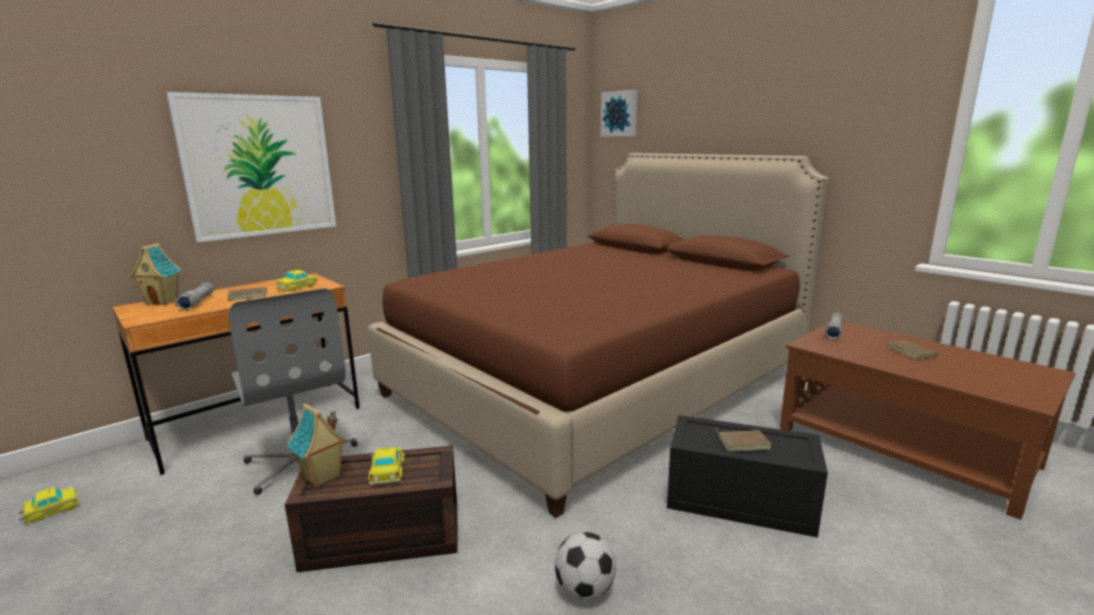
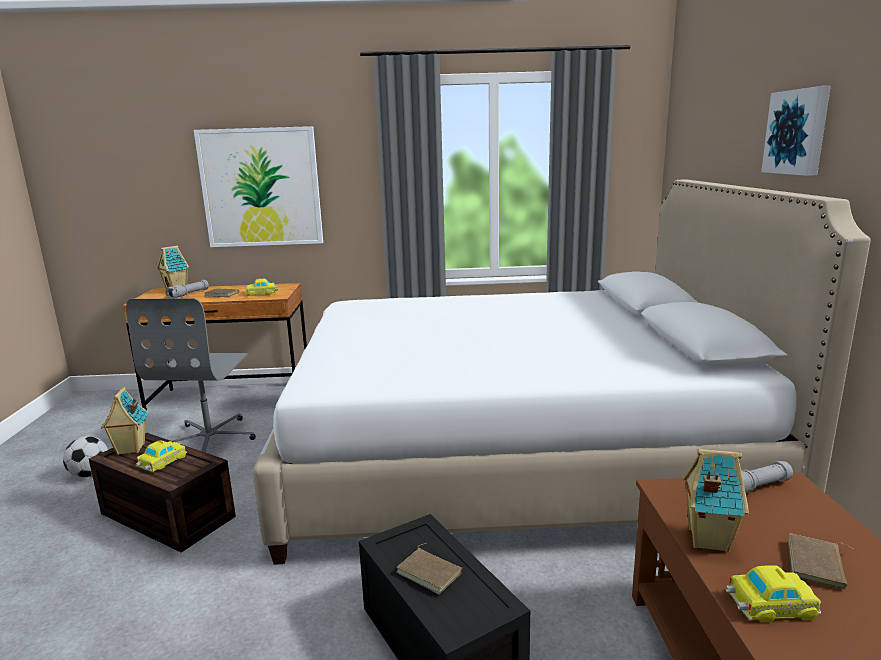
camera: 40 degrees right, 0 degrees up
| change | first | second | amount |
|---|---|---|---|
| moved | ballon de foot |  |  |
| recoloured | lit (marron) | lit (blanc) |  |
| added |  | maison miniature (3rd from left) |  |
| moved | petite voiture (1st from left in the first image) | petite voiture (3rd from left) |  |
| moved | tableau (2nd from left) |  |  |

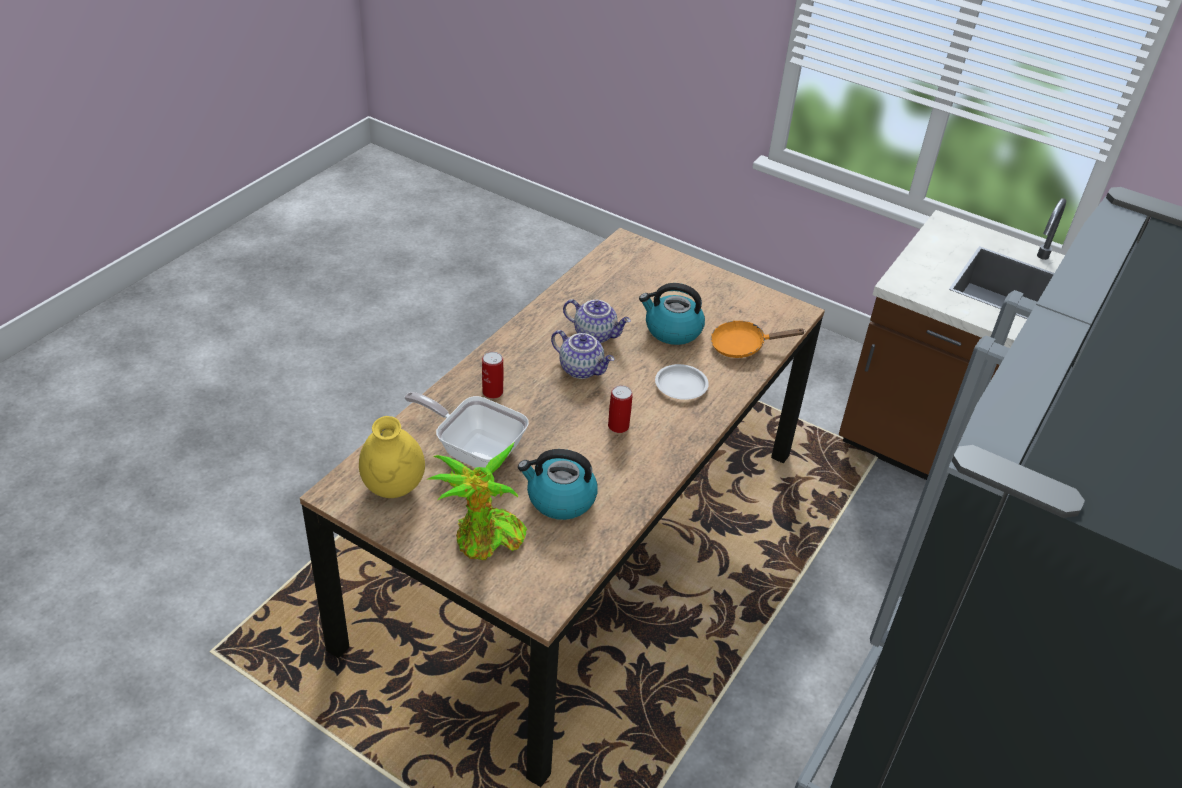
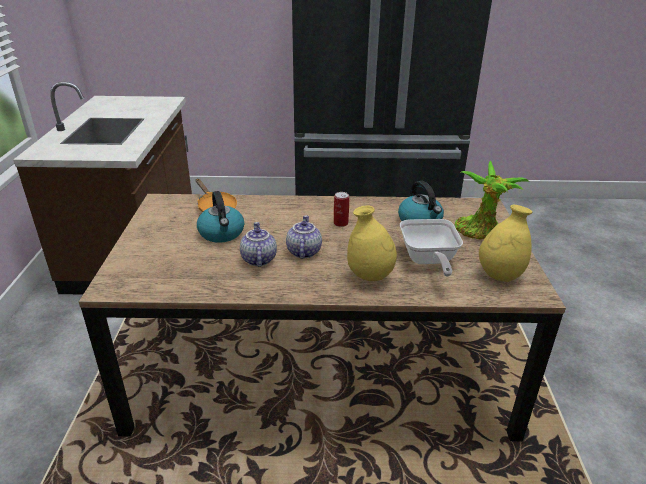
camera: 120 degrees left, 10 degrees down
| change | first | second | amount |
|---|---|---|---|
| replaced | boîte métallique (1st from left) | vase (jaune) (1st from left) |  |
| removed | assiette (blanc) |  |  |

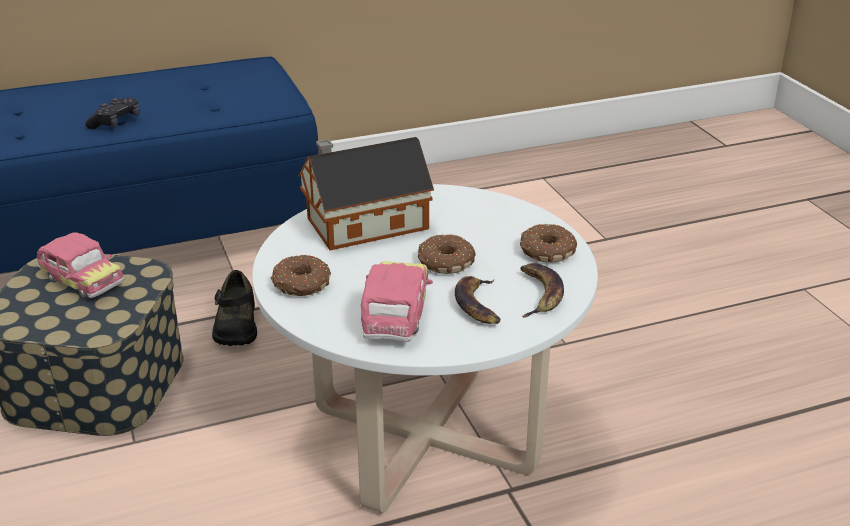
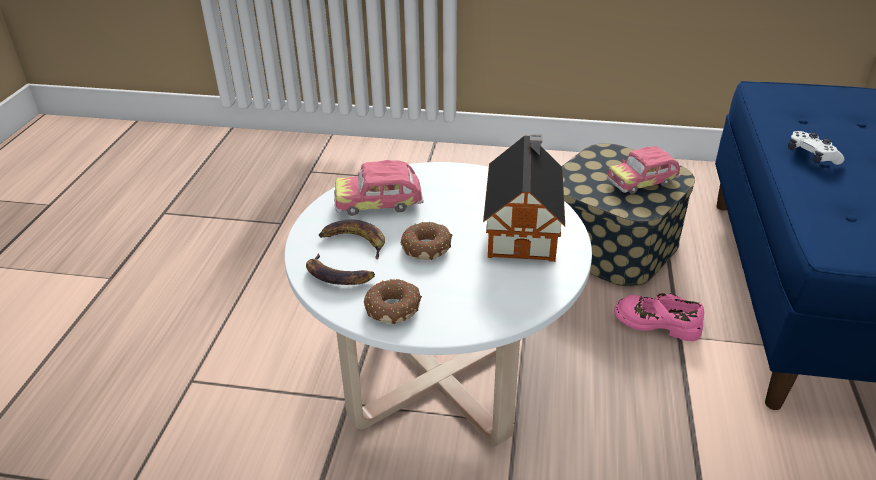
camera: 120 degrees right, 5 degrees up
| change | first | second | amount |
|---|---|---|---|
| turned | petite voiture (2nd from left in the first image) | petite voiture (1st from left) | 135 degrees clockwise |
| recoloured | chaussure (noir) | chaussure (rose) |  |
| recoloured | manette (noir) | manette (blanc) |  |
| removed | beignet (1st from left) |  |  |

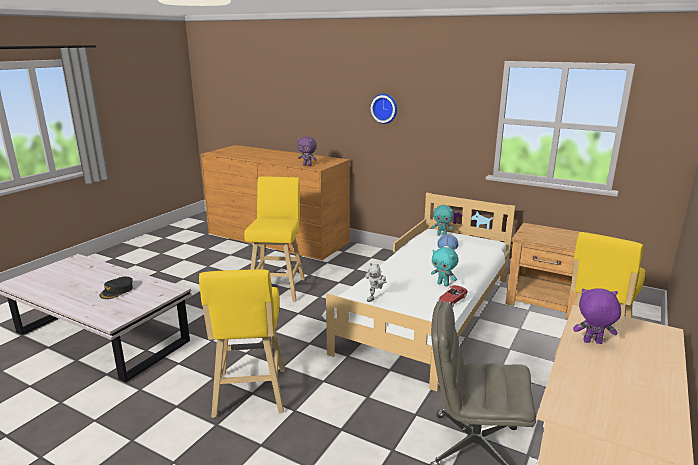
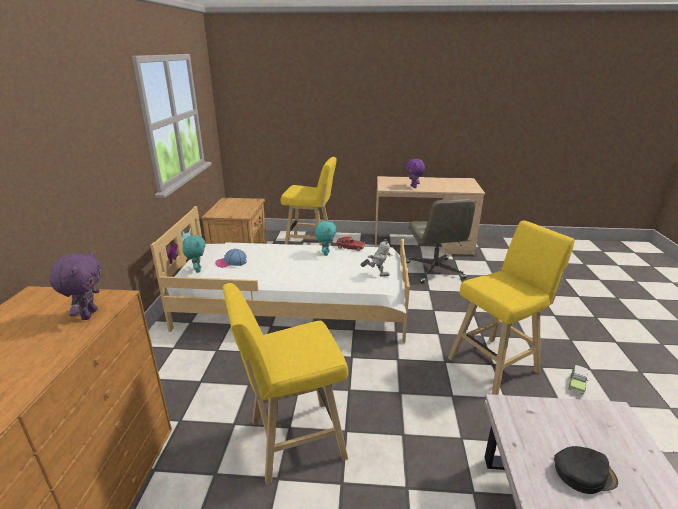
camera: 115 degrees left, 5 degrees up
| change | first | second | amount |
|---|---|---|---|
| added |  | petite voiture (2nd from left) |  |
| removed | horloge murale |  |  |

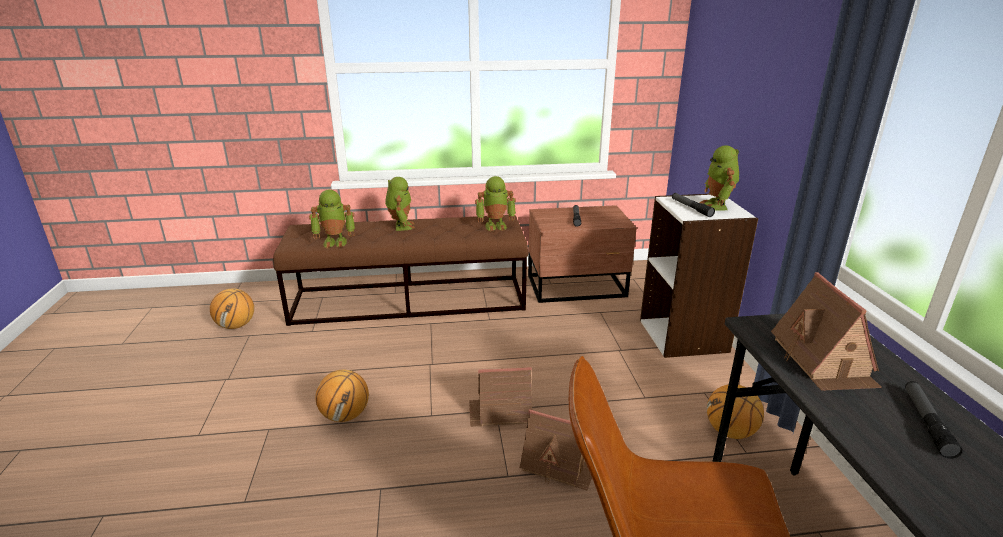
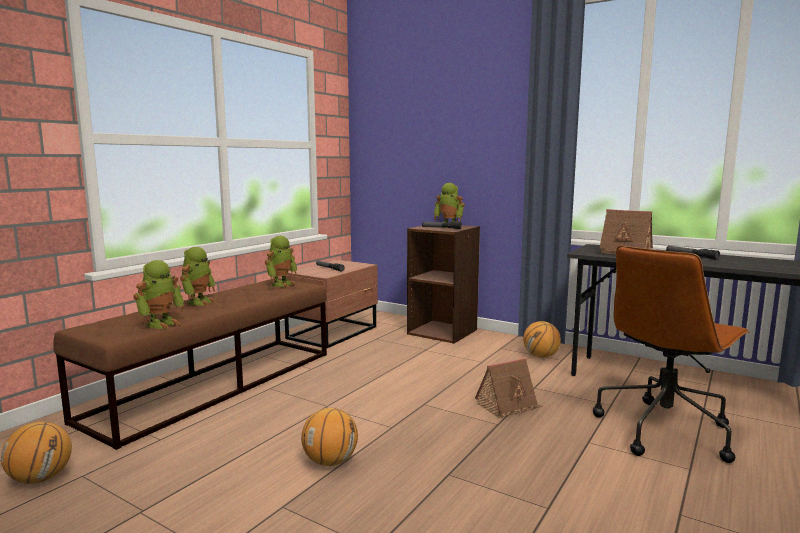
camera: 50 degrees left, 15 degrees down
| change | first | second | amount |
|---|---|---|---|
| turned | robot jouet (2nd from left) |  | 75 degrees clockwise |
| recoloured | bibliothèque (blanc) | bibliothèque (marron) |  |
| removed | maison miniature (1st from left) |  |  |

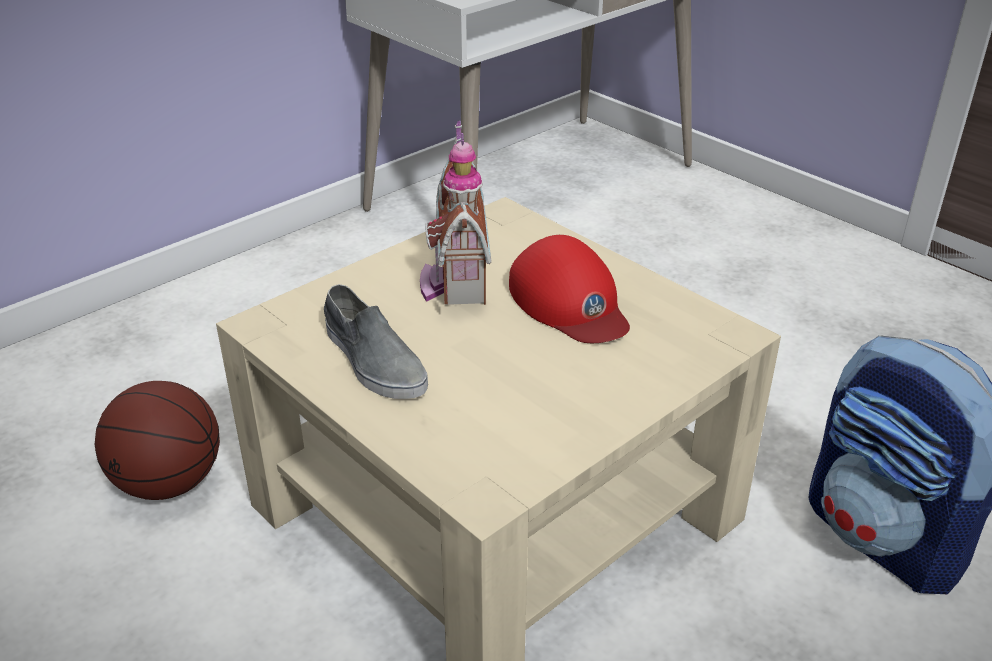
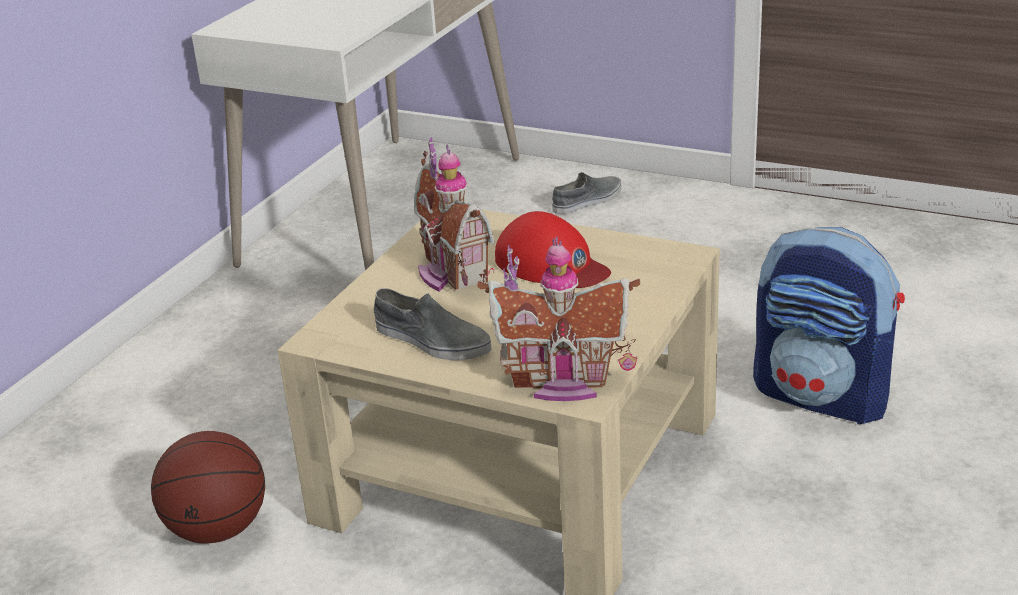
camera: 20 degrees left, 5 degrees down
| change | first | second | amount |
|---|---|---|---|
| added |  | maison miniature (2nd from left) |  |
| added |  | chaussure (gris) (2nd from left) |  |

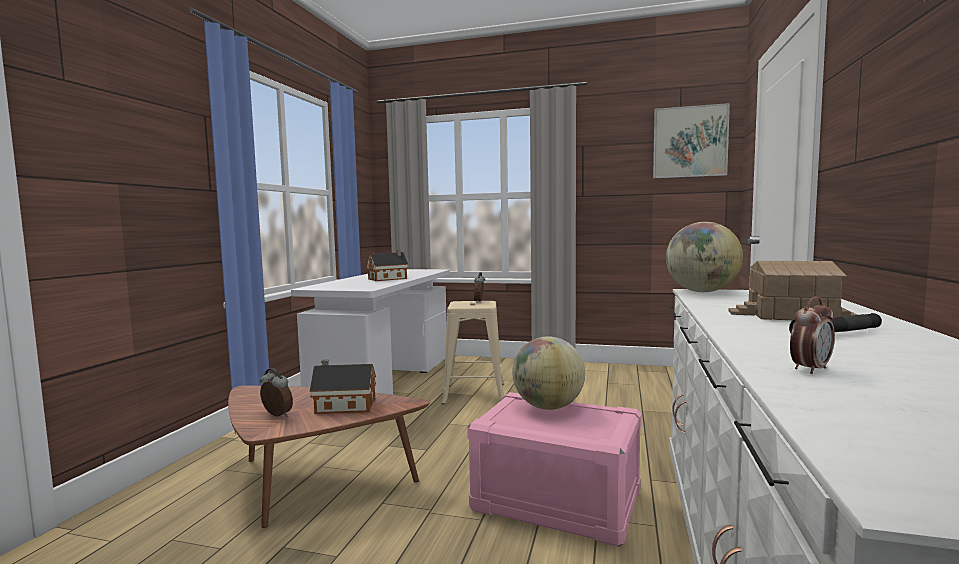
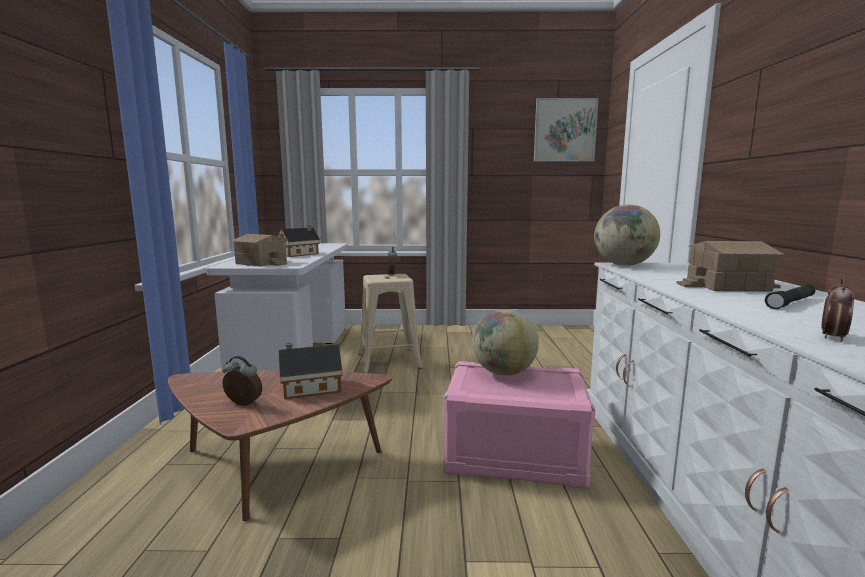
camera: 15 degrees left, 5 degrees up
| change | first | second | amount |
|---|---|---|---|
| added |  | maison miniature (1st from left) |  |

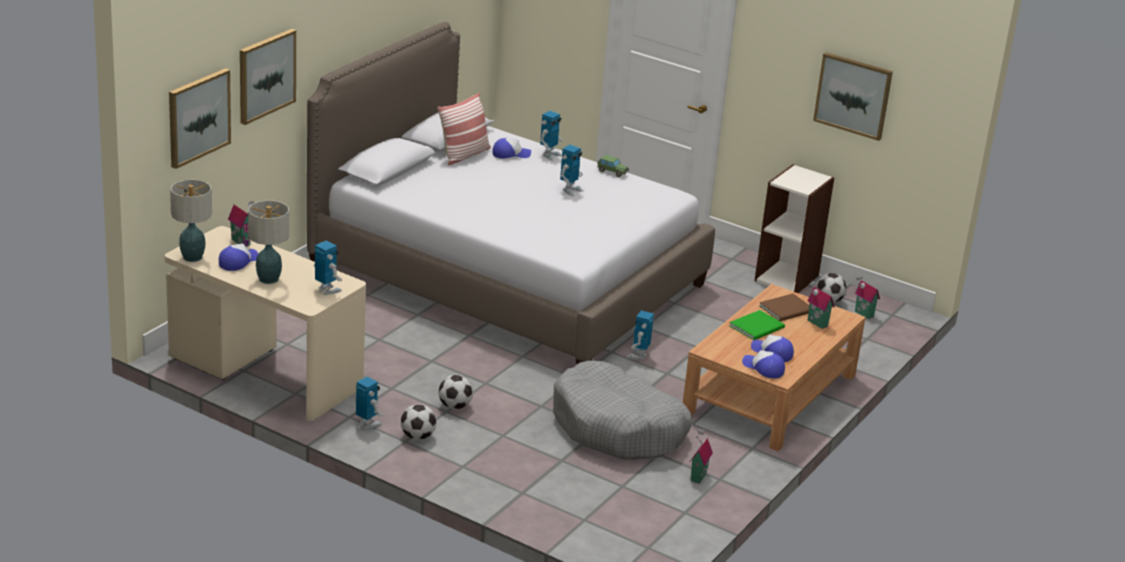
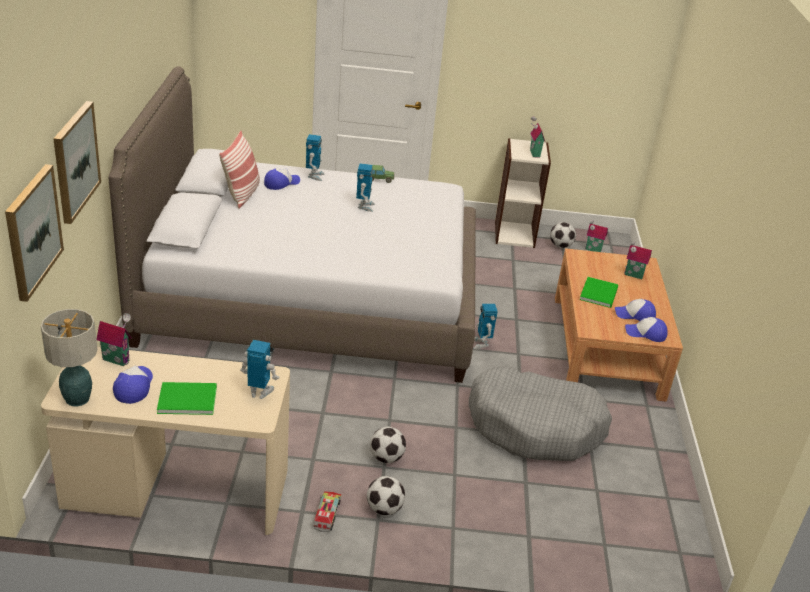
camera: 30 degrees left, 5 degrees up
| change | first | second | amount |
|---|---|---|---|
| replaced | lampe de table (2nd from left) | livre (vert) (1st from left) |  |
| replaced | robot jouet (2nd from left) | camion jouet |  |
| moved | maison miniature (2nd from left) |  |  |
| removed | livre (marron) |  |  |
| removed | tableau (3rd from left) |  |  |

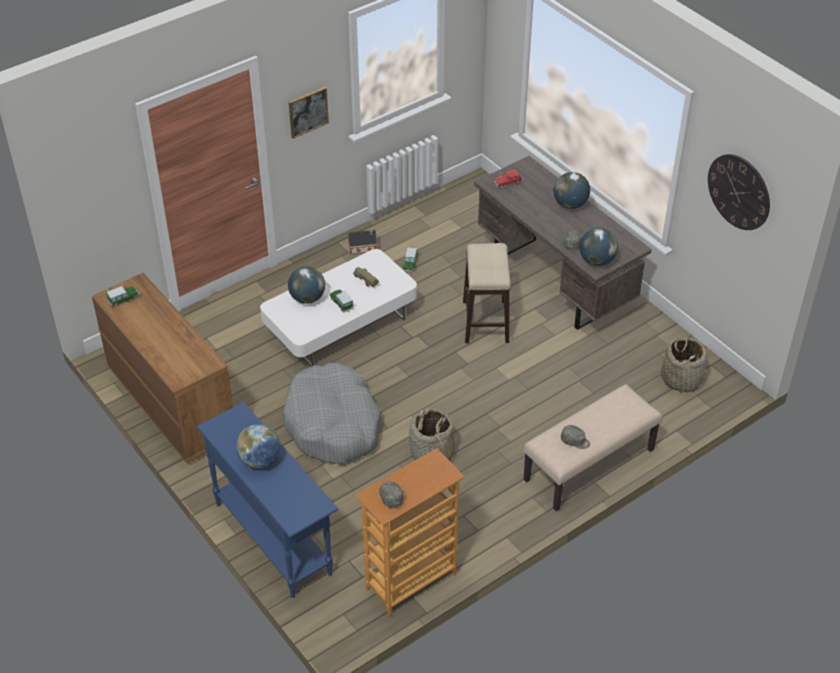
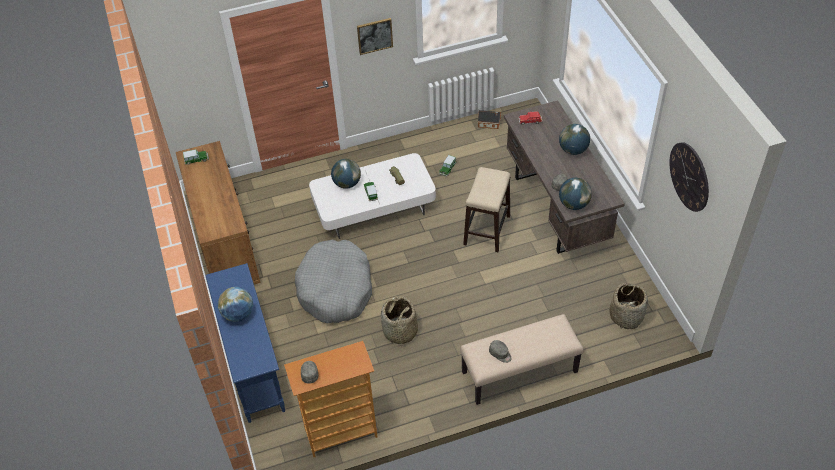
camera: 20 degrees right, 5 degrees up
| change | first | second | amount |
|---|---|---|---|
| moved | maison miniature |  |  |

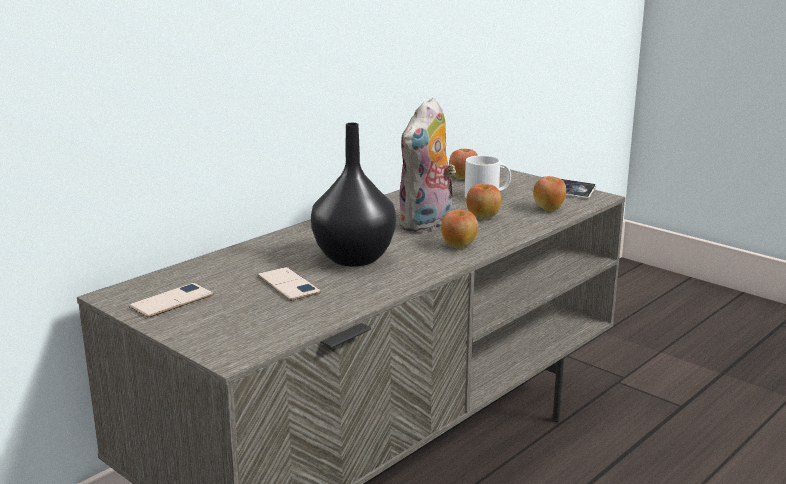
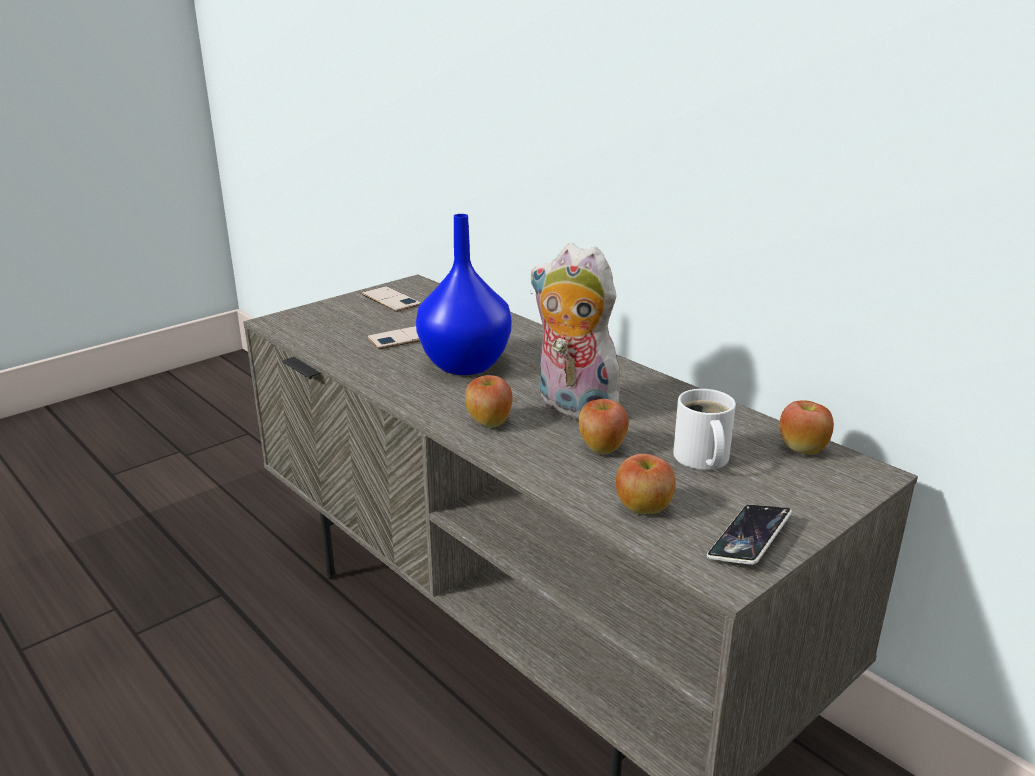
camera: 95 degrees right, 5 degrees up
| change | first | second | amount |
|---|---|---|---|
| recoloured | vase (noir) | vase (bleu) |  |

